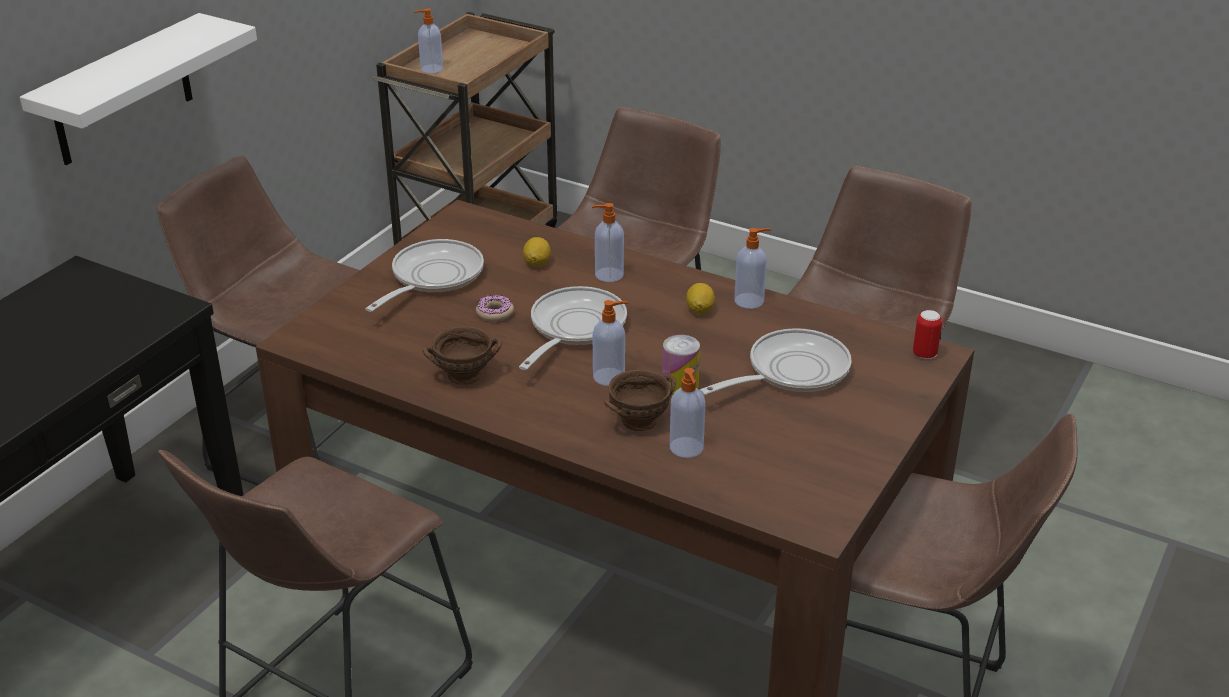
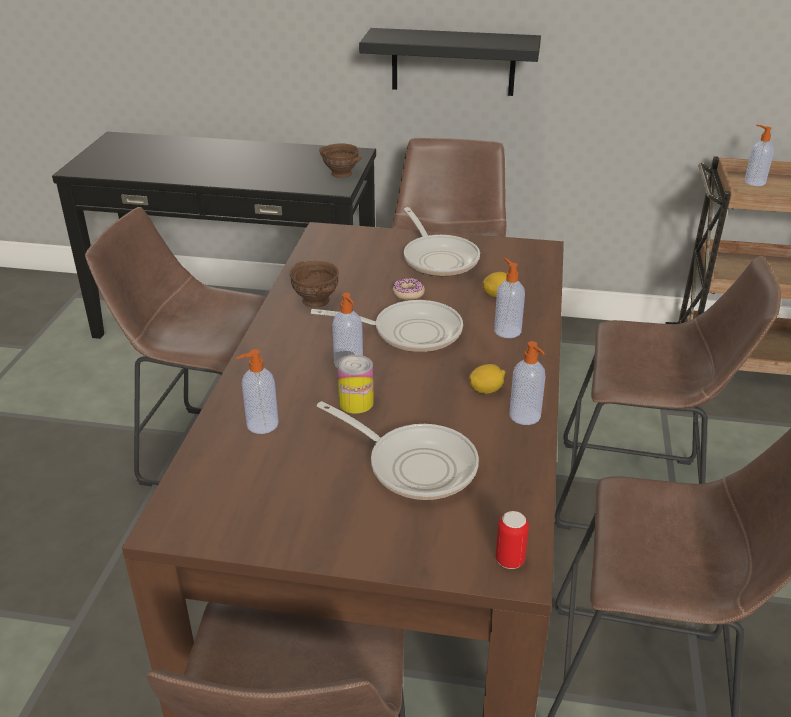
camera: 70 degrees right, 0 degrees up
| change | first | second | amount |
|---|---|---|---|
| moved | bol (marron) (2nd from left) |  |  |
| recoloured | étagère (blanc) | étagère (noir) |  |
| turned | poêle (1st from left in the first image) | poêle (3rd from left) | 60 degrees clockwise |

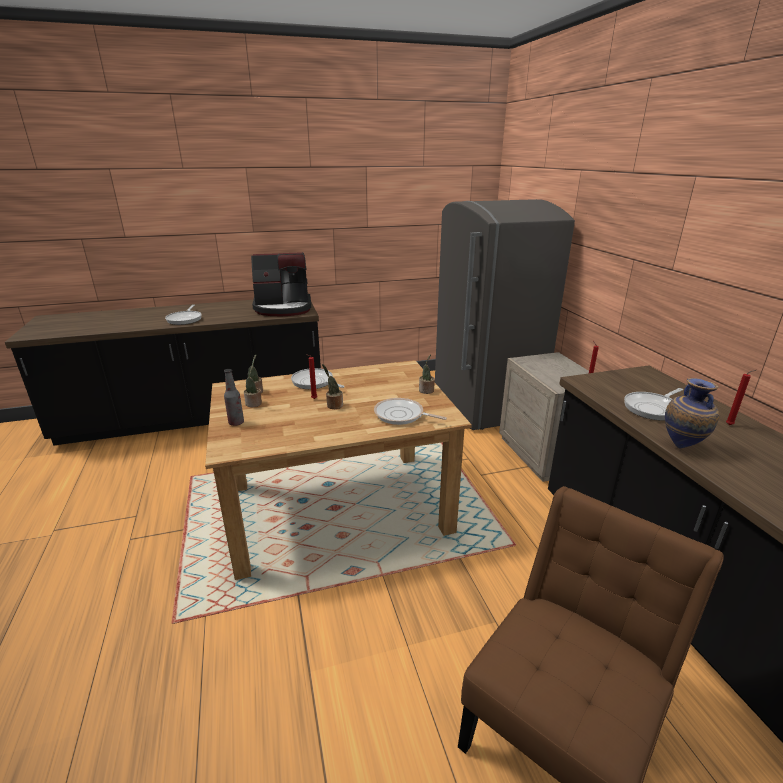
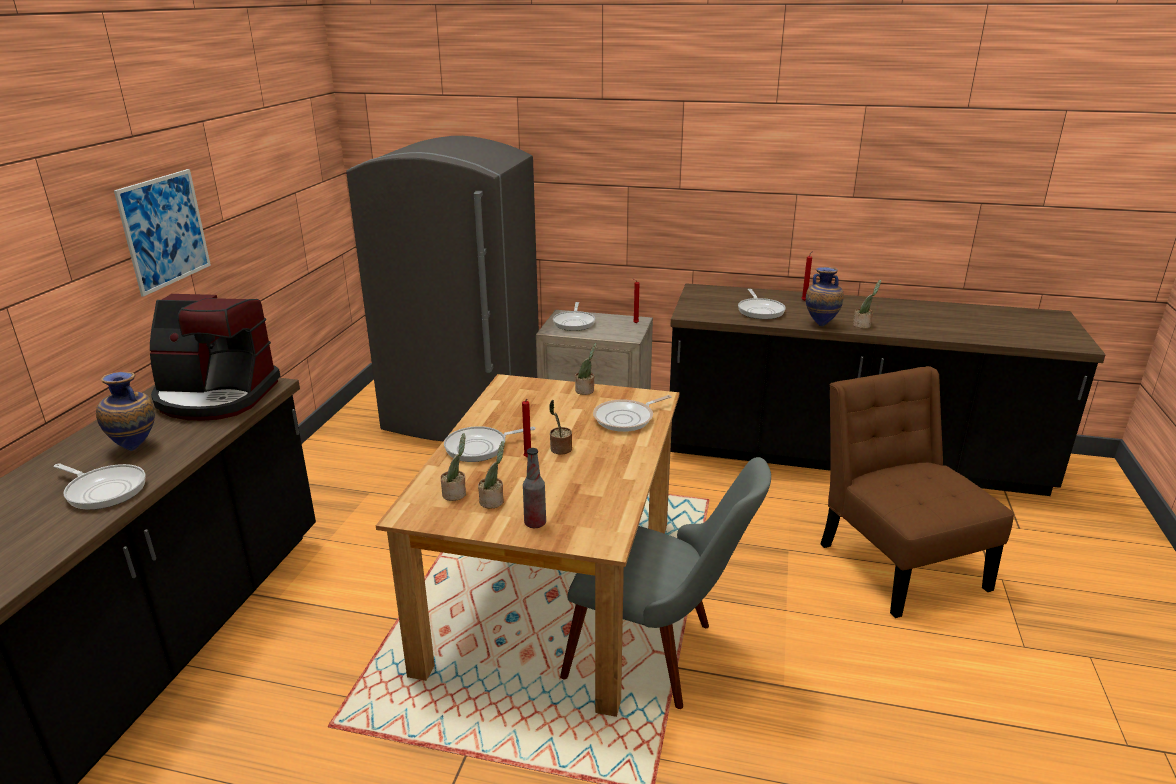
camera: 60 degrees left, 0 degrees up
| change | first | second | amount |
|---|---|---|---|
| added |  | vase (1st from left) |  |
| added |  | tableau |  |
| turned | machine à café |  | 75 degrees clockwise |
| added |  | poêle (3rd from left) |  |
| added |  | chaise (gris) |  |
| added |  | plante en pot (5th from left) |  |

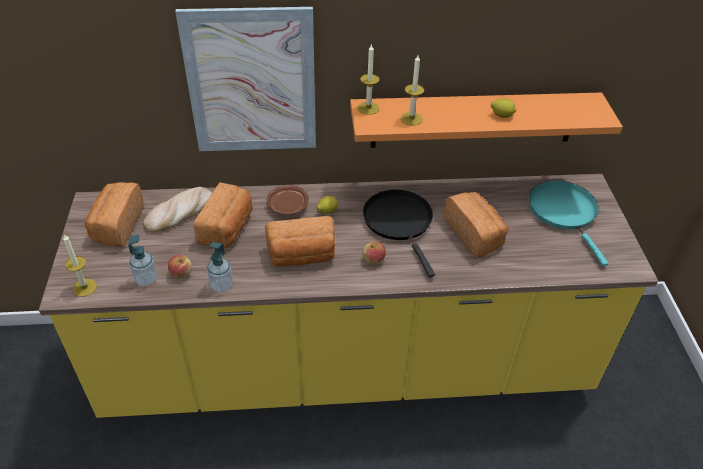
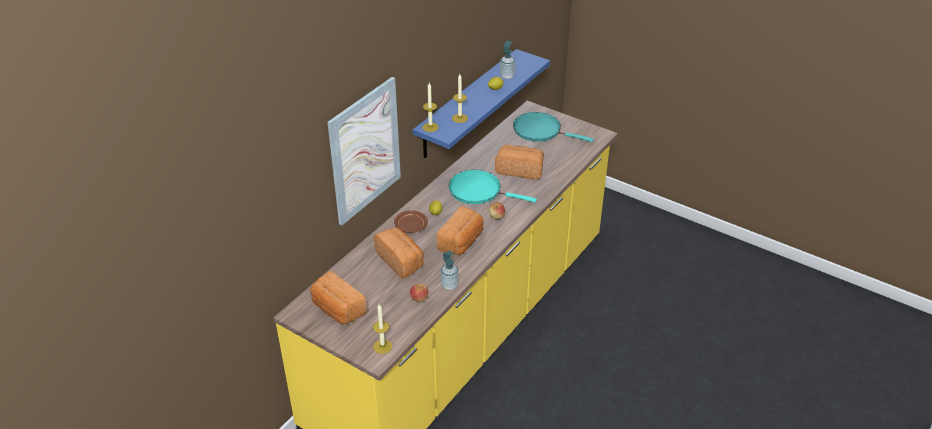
camera: 50 degrees left, 5 degrees down
| change | first | second | amount |
|---|---|---|---|
| recoloured | étagère (orange) | étagère (bleu) |  |
| recoloured | poêle (noir) | poêle (turquoise) (1st from left) |  |
| moved | distributeur de savon (1st from left in the first image) | distributeur de savon (2nd from left) |  |
| removed | pain (2nd from left) |  |  |

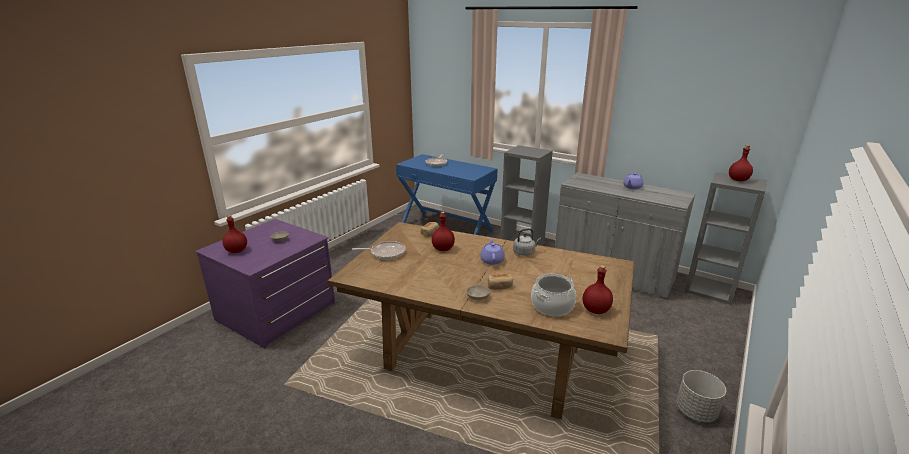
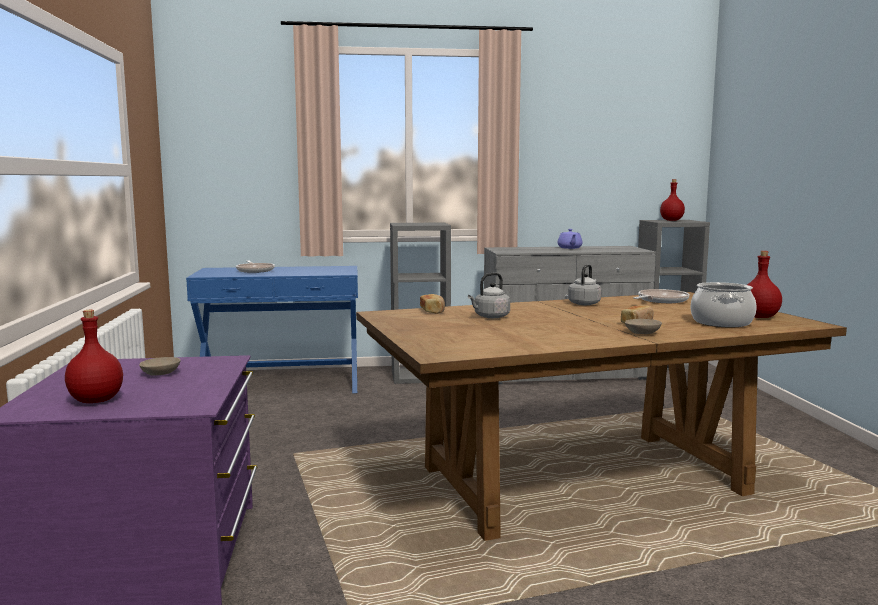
camera: 40 degrees left, 15 degrees down
| change | first | second | amount |
|---|---|---|---|
| replaced | bouteille (rouge) (2nd from left) | bouilloire (gris) (1st from left) |  |
| moved | poêle (1st from left in the first image) | poêle (2nd from left) |  |
| removed | théière (violet) (1st from left) |  |  |
| removed | cache-pot (gris) |  |  |

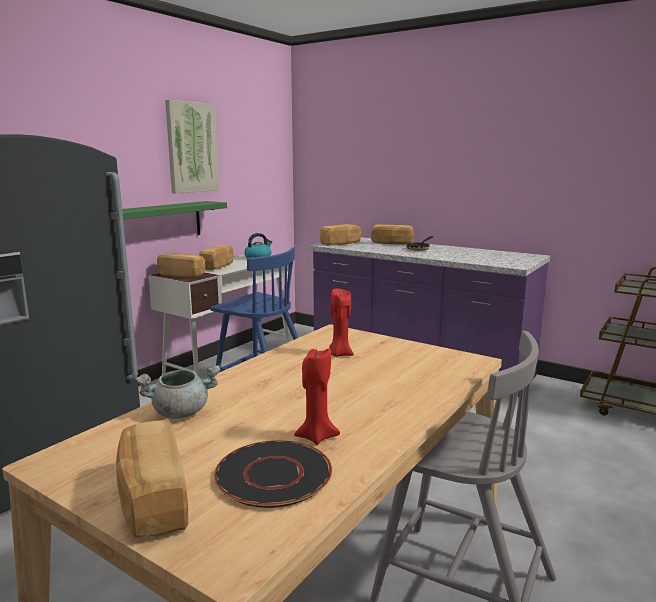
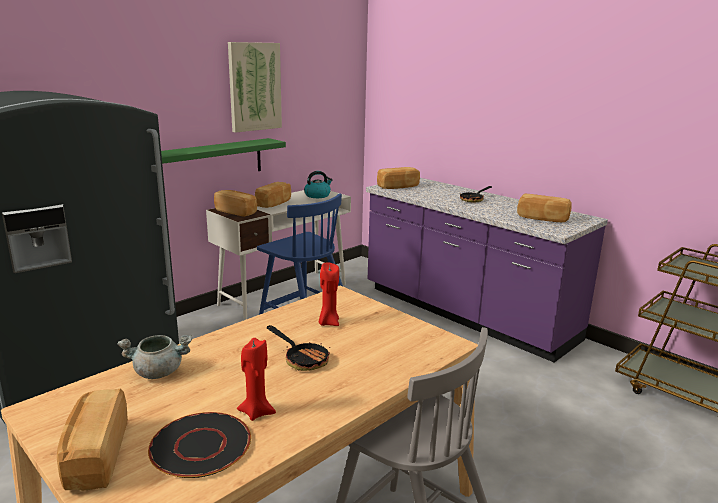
camera: 10 degrees right, 5 degrees up
| change | first | second | amount |
|---|---|---|---|
| added |  | poêle (1st from left) |  |
| moved | pain (5th from left) |  |  |

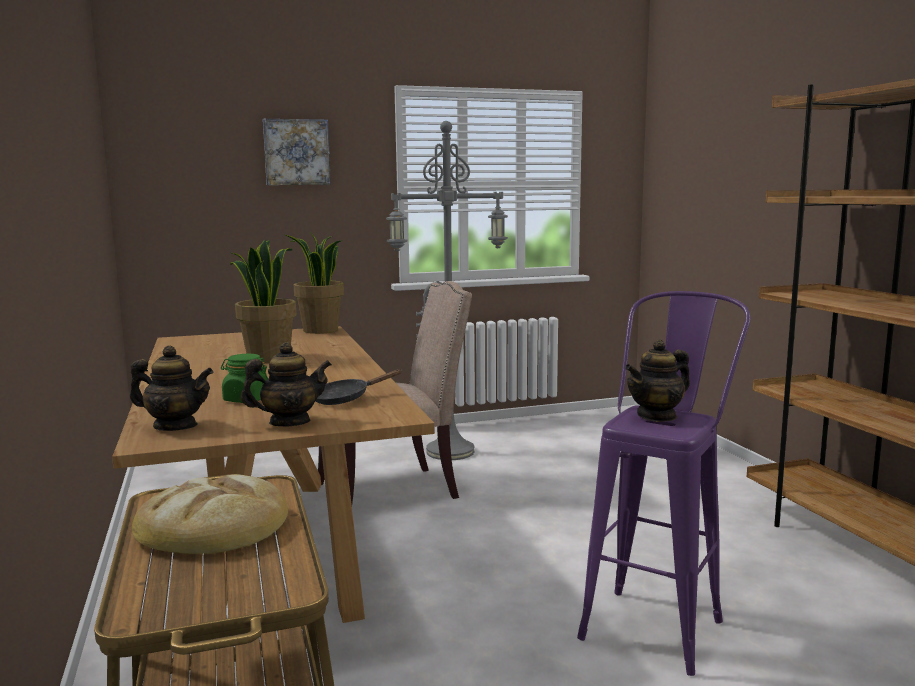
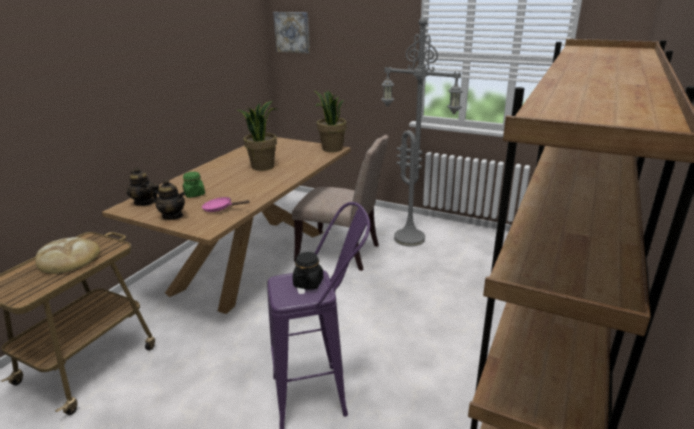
camera: 45 degrees right, 15 degrees up
| change | first | second | amount |
|---|---|---|---|
| recoloured | poêle (noir) | poêle (rose) |  |
| moved | tableau |  |  |
| replaced | théière (3rd from left) | bocal (noir) |  |

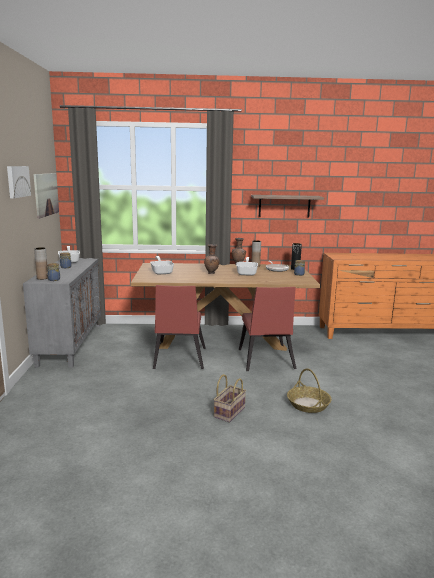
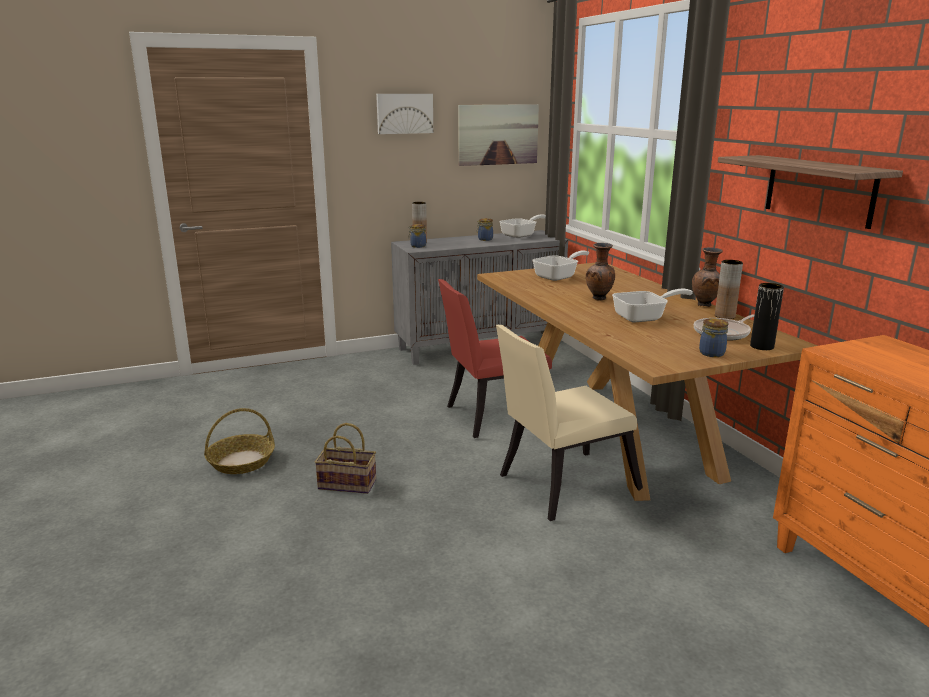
camera: 70 degrees right, 5 degrees up
| change | first | second | amount |
|---|---|---|---|
| moved | panier (2nd from left in the first image) | panier (1st from left) |  |
| recoloured | chaise (rouge) (2nd from left) | chaise (beige) |  |

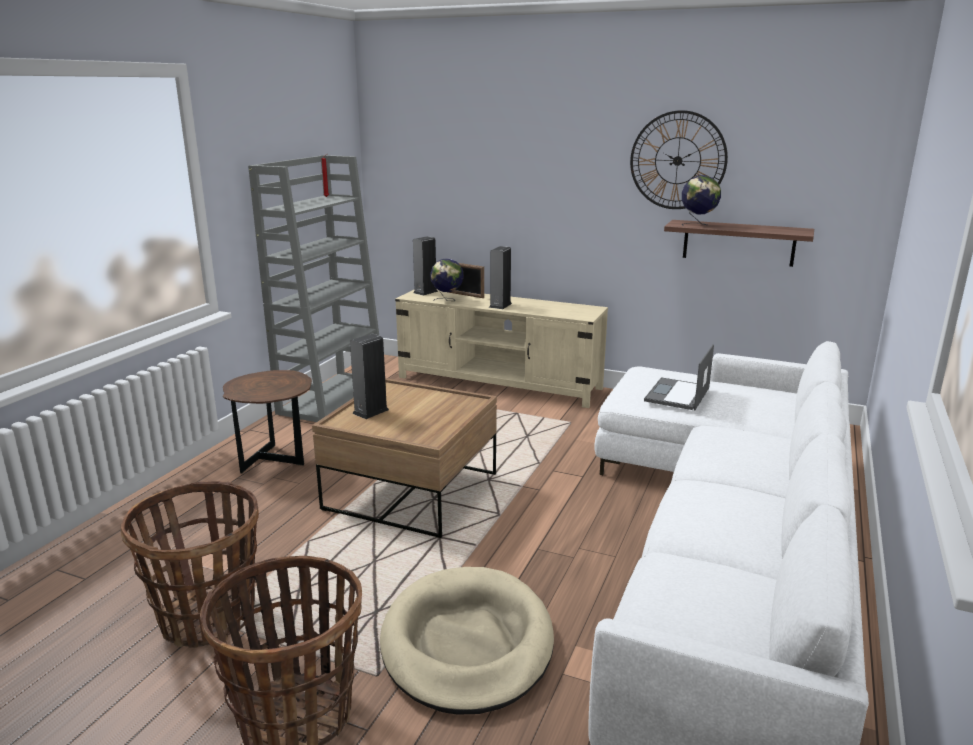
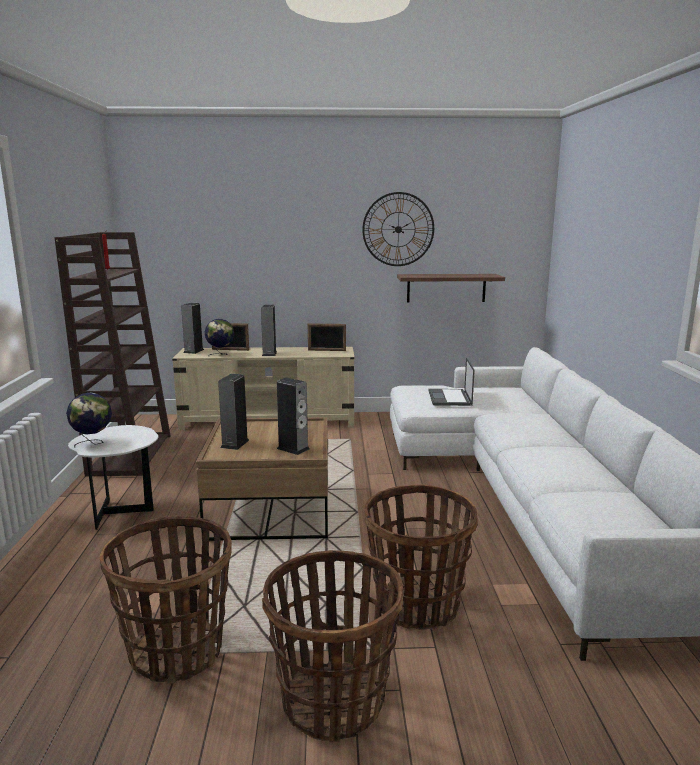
camera: 25 degrees left, 5 degrees down
| change | first | second | amount |
|---|---|---|---|
| recoloured | bibliothèque (gris) | bibliothèque (marron) |  |
| moved | globe (2nd from left in the first image) | globe (1st from left) |  |
| recoloured | table d'appoint (marron) | table d'appoint (blanc) |  |
| added |  | enceinte (4th from left) |  |
| added |  | cadre photo (2nd from left) |  |
| replaced | panier pour chien (beige) | panier (3rd from left) |  |

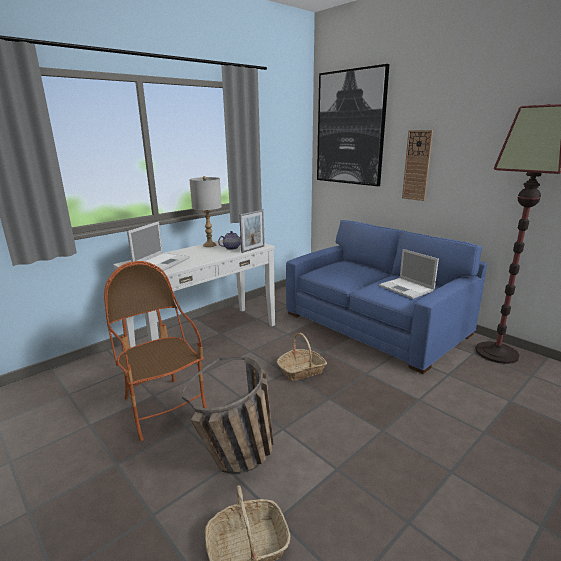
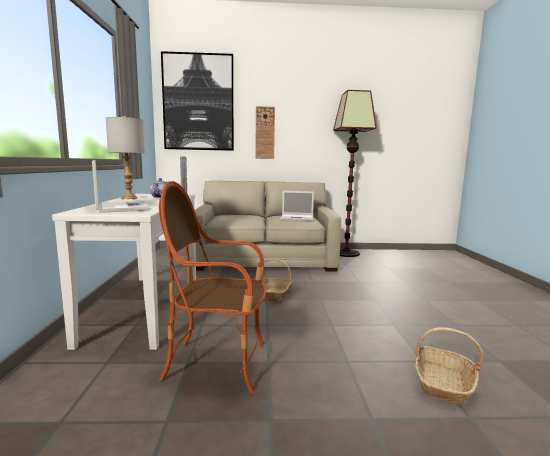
camera: 50 degrees left, 10 degrees down
| change | first | second | amount |
|---|---|---|---|
| recoloured | canapé (bleu) | canapé (beige) |  |
| removed | panier (1st from left) |  |  |

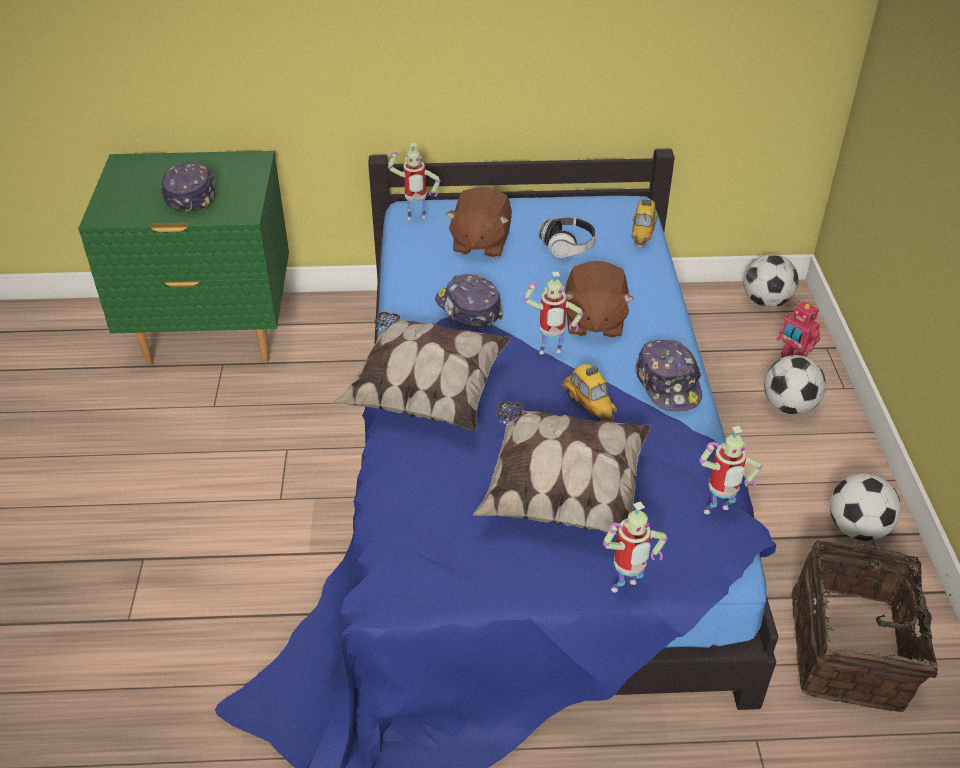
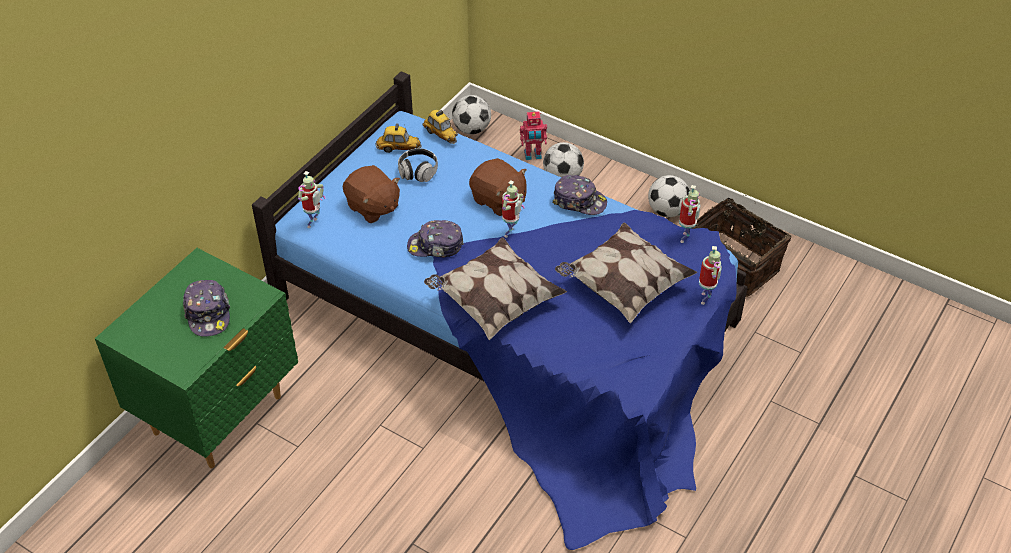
camera: 55 degrees left, 5 degrees up
| change | first | second | amount |
|---|---|---|---|
| turned | casquette (1st from left) |  | 135 degrees counterclockwise |
| moved | petite voiture (1st from left) |  |  |

